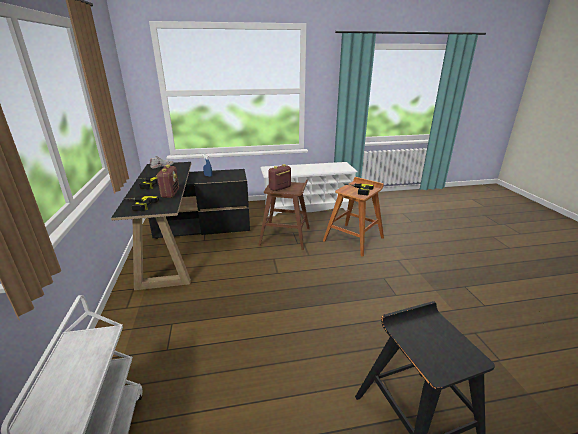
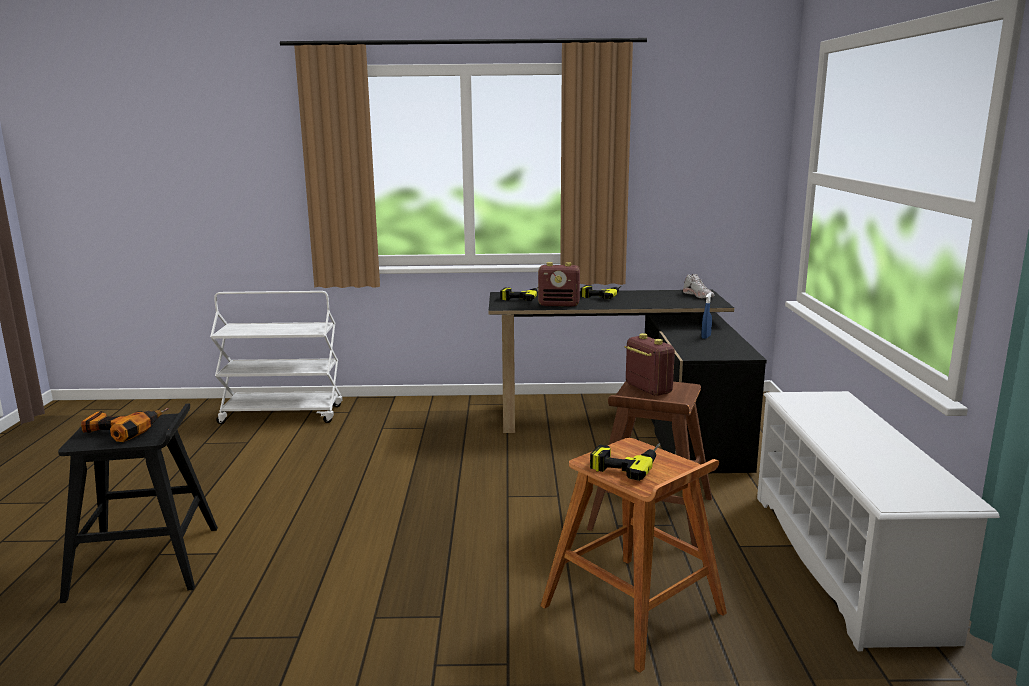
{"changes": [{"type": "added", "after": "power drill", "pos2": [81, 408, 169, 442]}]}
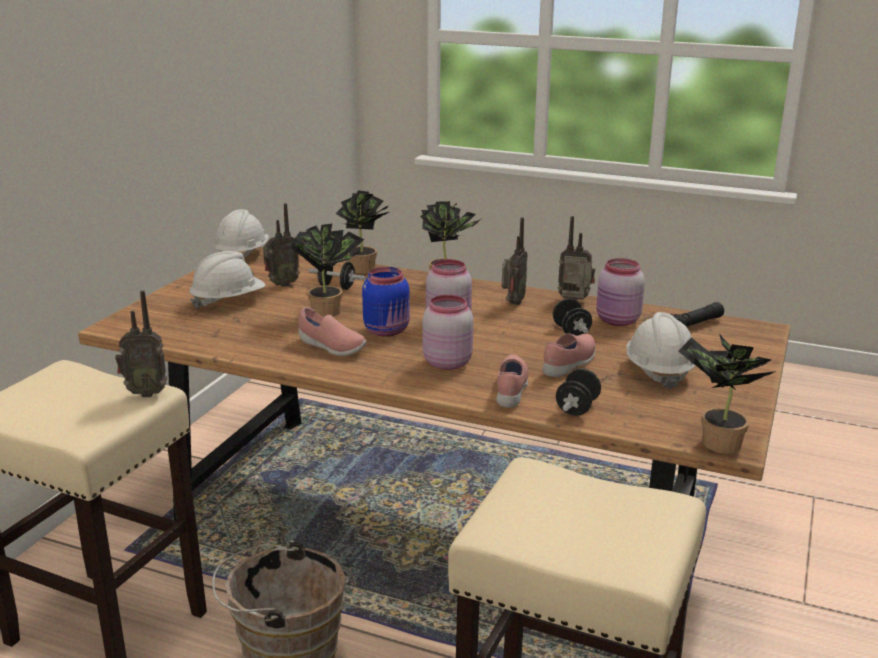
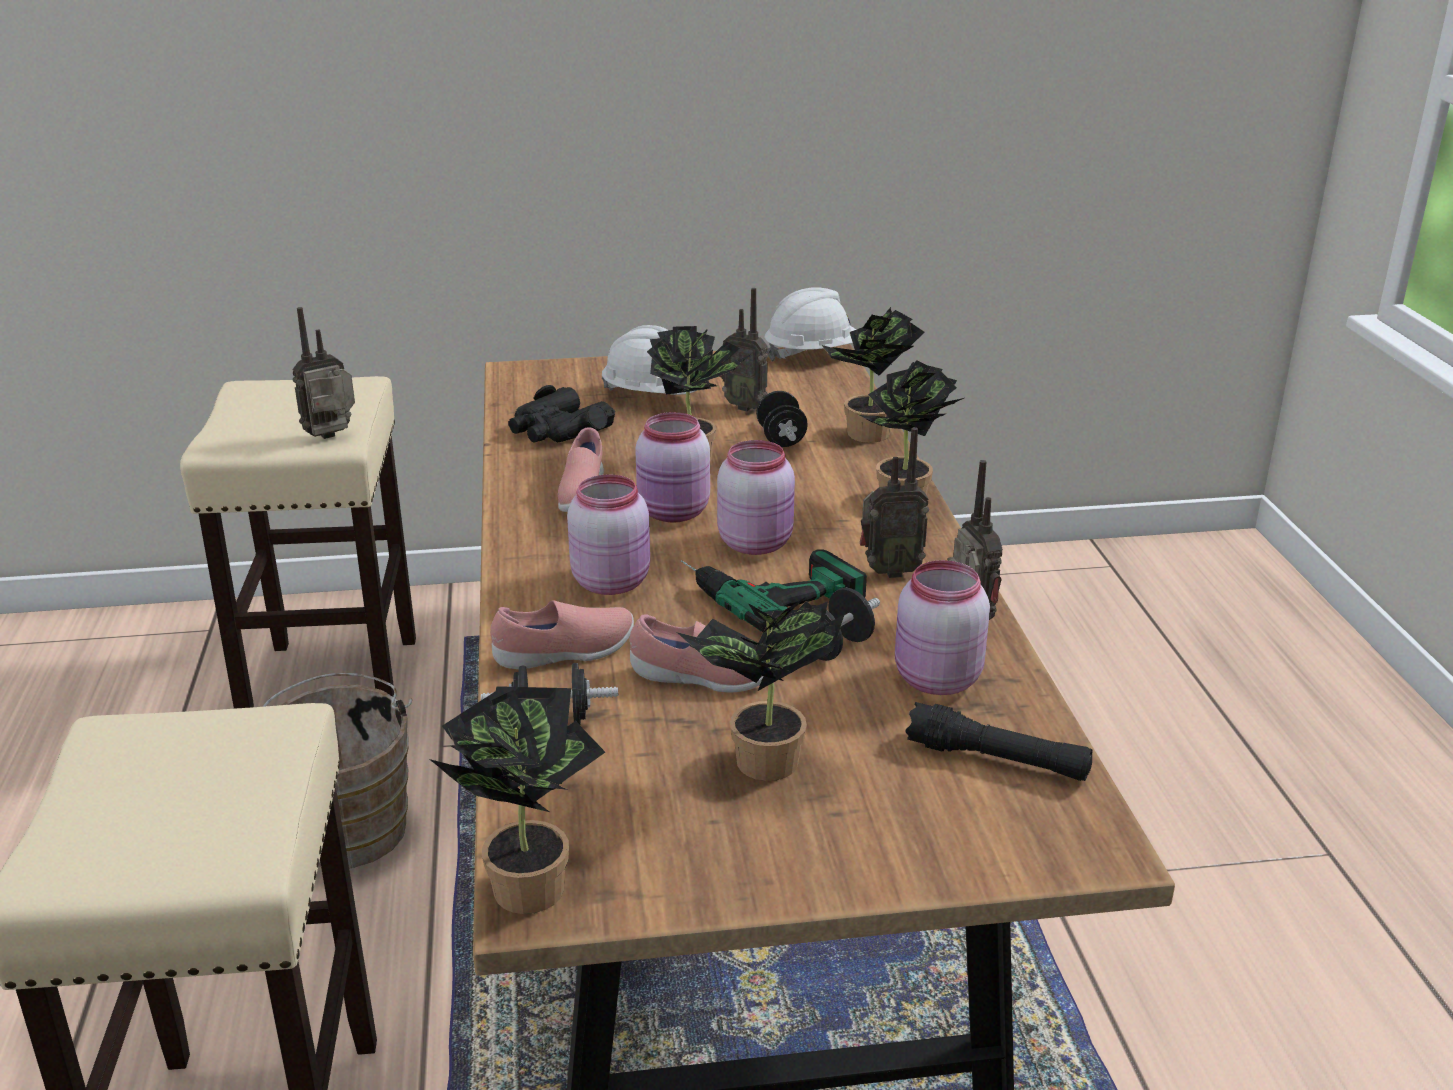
{"changes": [{"type": "turned", "before": "radio", "pos1": [115, 290, 167, 397], "pos2": [292, 307, 355, 439], "turn": 90}, {"type": "recoloured", "before": "blue jar", "after": "pink jar", "pos1": [362, 267, 410, 337], "pos2": [635, 412, 710, 523]}, {"type": "replaced", "before": "white hard hat", "after": "potted plant", "pos1": [626, 312, 695, 390], "pos2": [677, 598, 845, 781]}, {"type": "added", "after": "black binoculars", "pos2": [508, 385, 615, 443]}, {"type": "added", "after": "power drill", "pos2": [681, 549, 867, 632]}]}
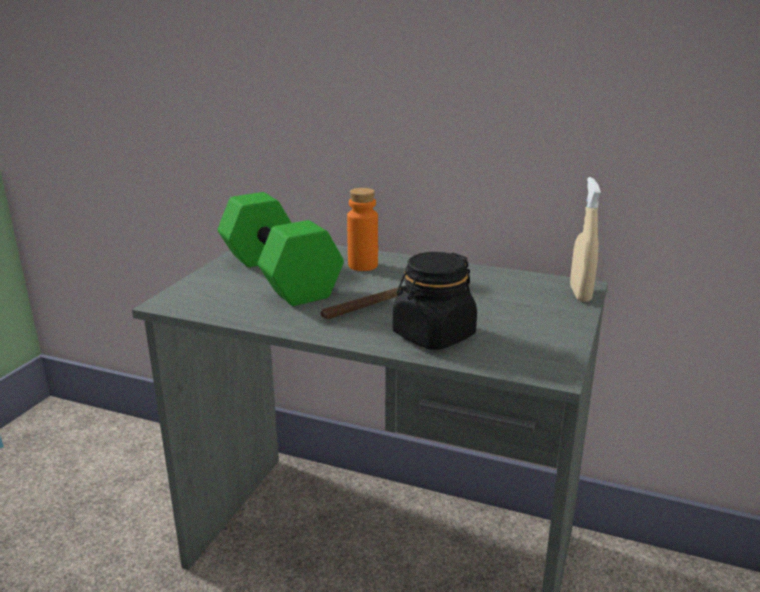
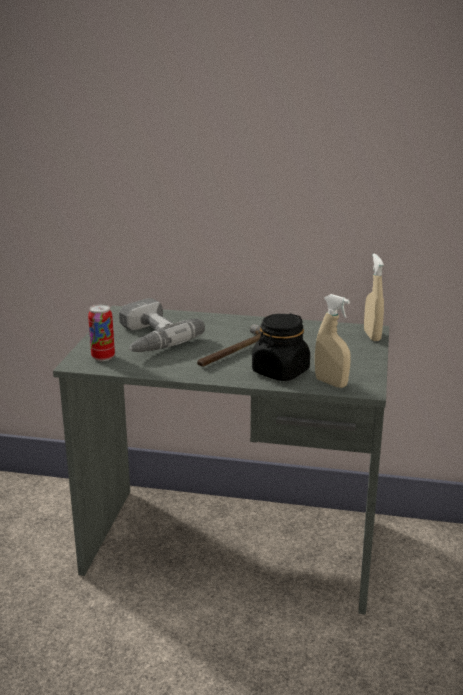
{"changes": [{"type": "replaced", "before": "green dumbbell", "after": "power drill", "pos1": [218, 192, 344, 306], "pos2": [119, 298, 205, 352]}, {"type": "removed", "before": "orange bottle", "pos1": [347, 188, 378, 271]}, {"type": "added", "after": "can", "pos2": [88, 304, 115, 361]}, {"type": "added", "after": "beige spray bottle", "pos2": [315, 294, 351, 388]}]}
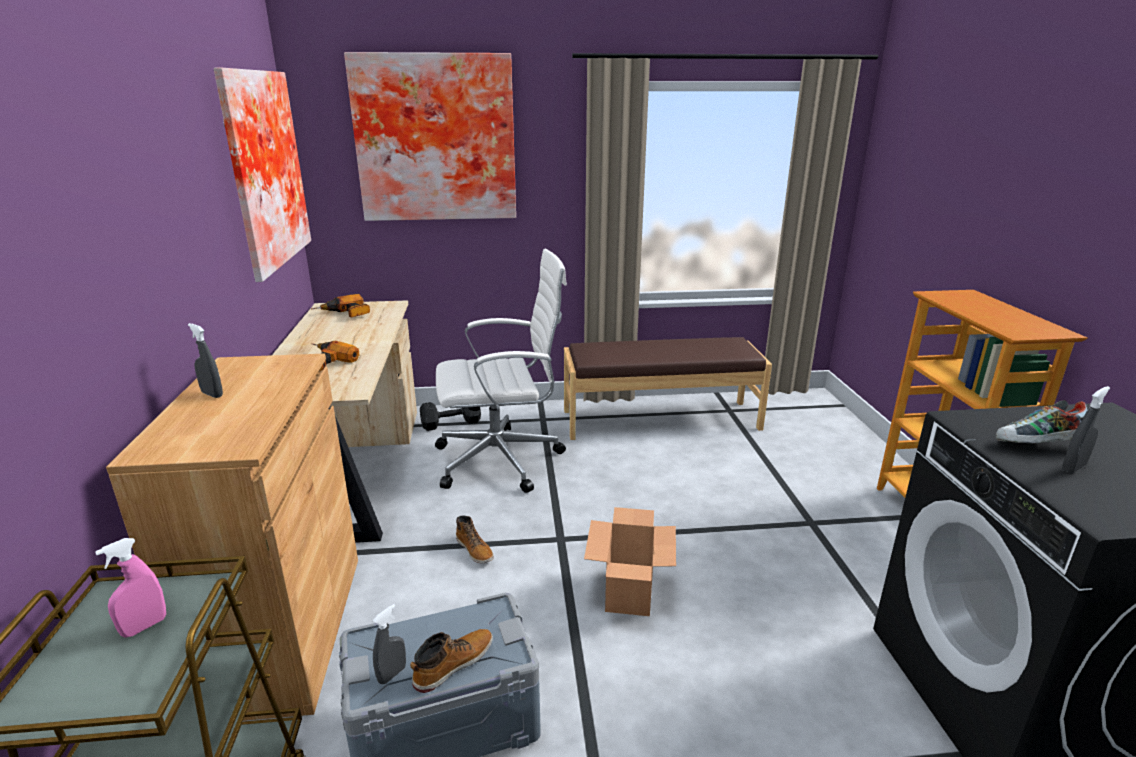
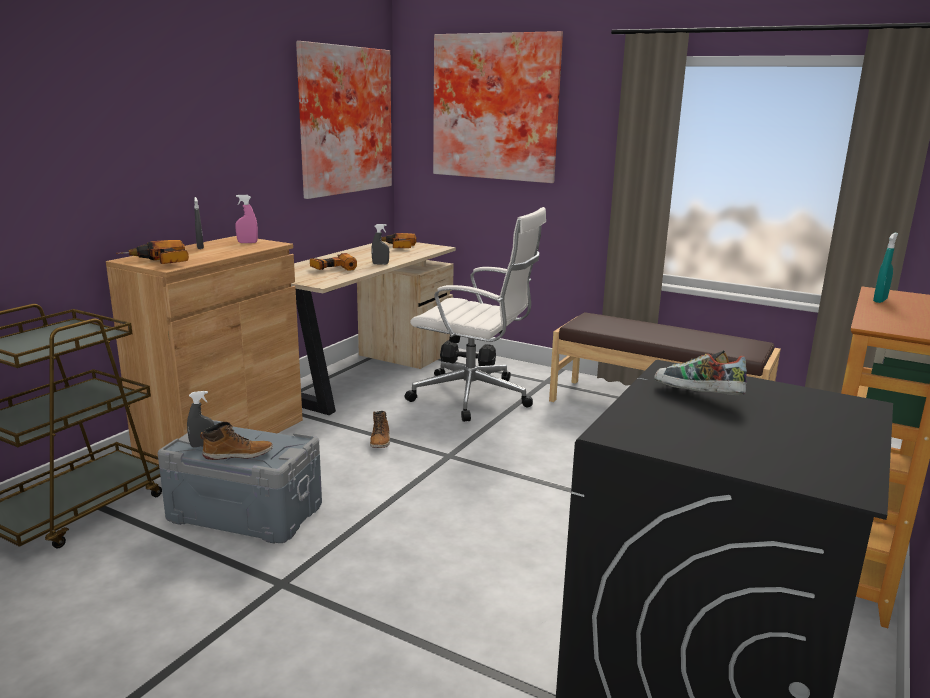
{"changes": [{"type": "moved", "before": "pink spray bottle", "pos1": [95, 538, 166, 638], "pos2": [235, 195, 258, 243]}, {"type": "removed", "before": "cardboard box", "pos1": [584, 507, 676, 616]}, {"type": "moved", "before": "grey spray bottle", "pos1": [1062, 386, 1110, 473], "pos2": [371, 224, 389, 265]}, {"type": "added", "after": "power drill", "pos2": [116, 240, 189, 264]}, {"type": "added", "after": "turquoise spray bottle", "pos2": [873, 233, 898, 303]}]}
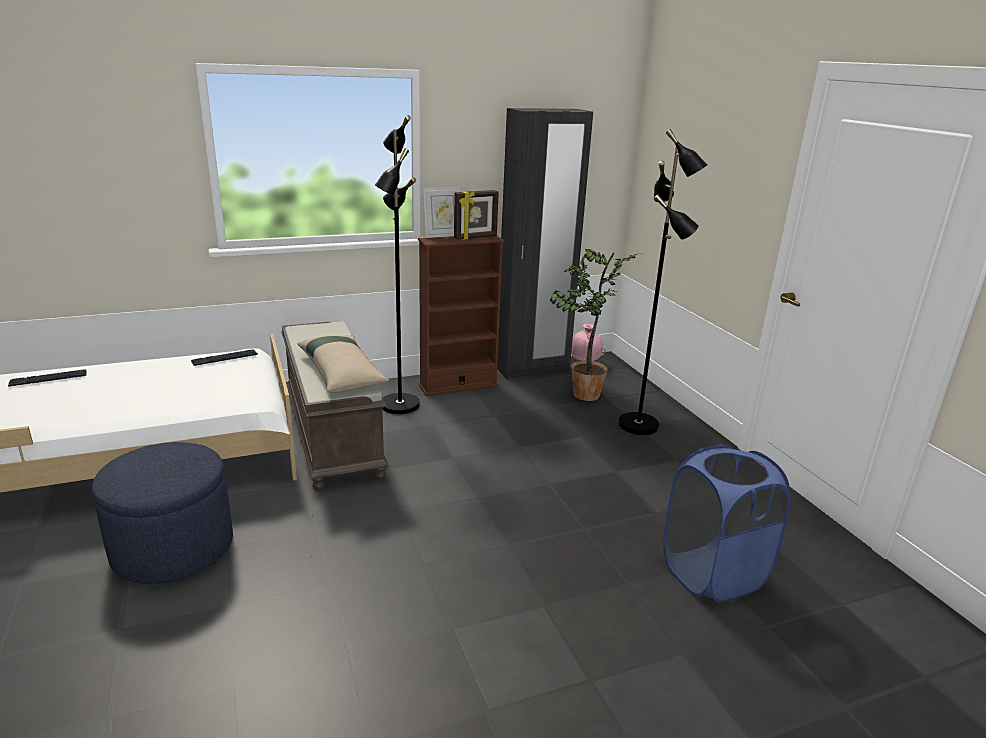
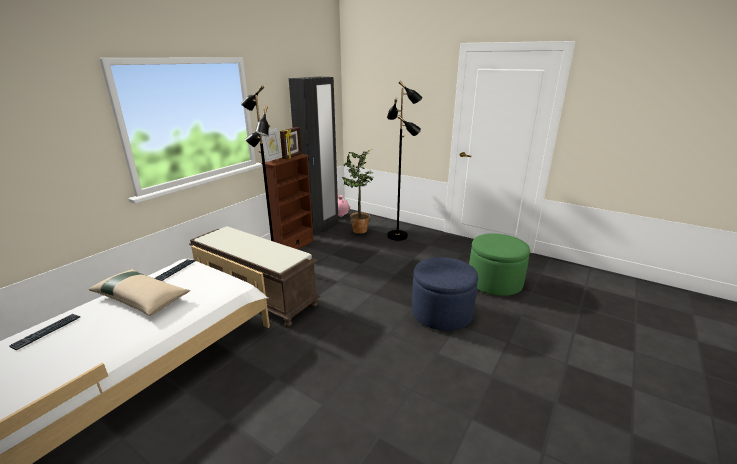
{"changes": [{"type": "moved", "before": "blue ottoman", "pos1": [92, 442, 233, 584], "pos2": [412, 257, 478, 331]}, {"type": "moved", "before": "beige pillow", "pos1": [298, 335, 389, 393], "pos2": [89, 269, 190, 316]}, {"type": "replaced", "before": "blue laundry basket", "after": "green ottoman", "pos1": [663, 444, 791, 602], "pos2": [469, 233, 530, 296]}]}
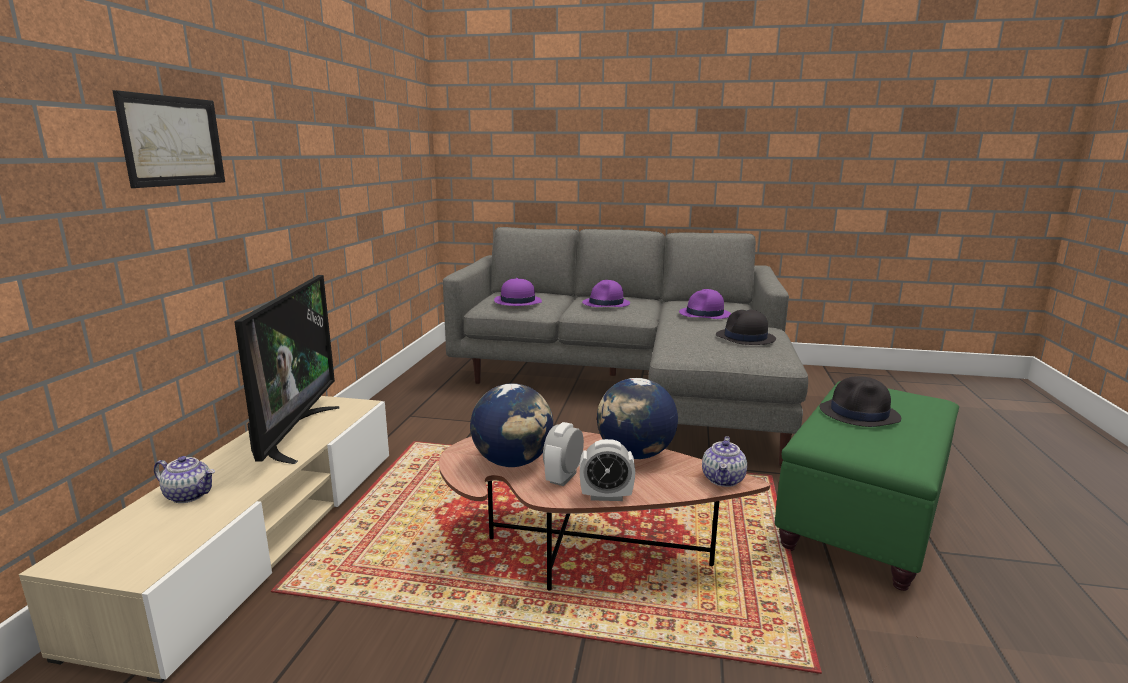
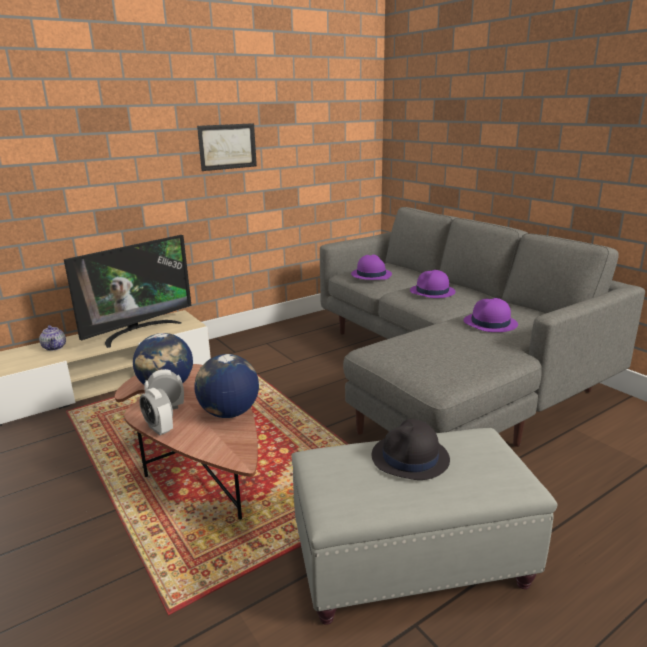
{"changes": [{"type": "moved", "before": "picture", "pos1": [112, 90, 225, 188], "pos2": [197, 123, 257, 171]}, {"type": "removed", "before": "teapot", "pos1": [702, 436, 747, 487]}, {"type": "removed", "before": "black hat", "pos1": [716, 309, 776, 345]}, {"type": "recoloured", "before": "green ottoman", "after": "grey ottoman", "pos1": [775, 381, 959, 591], "pos2": [292, 428, 558, 625]}]}
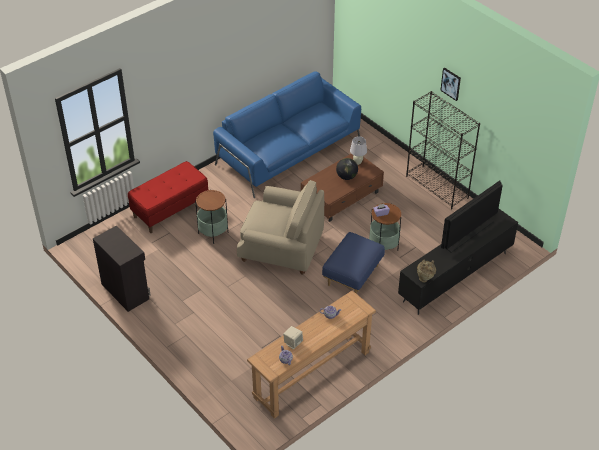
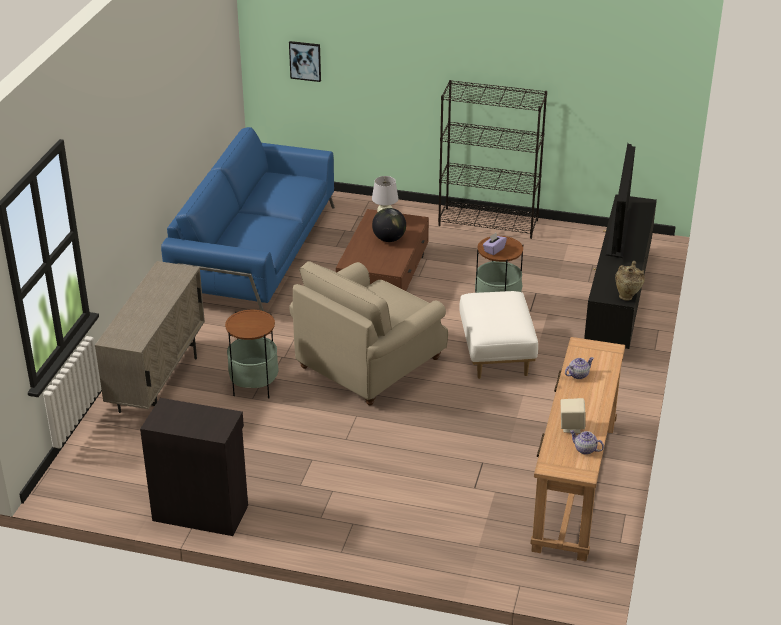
{"changes": [{"type": "replaced", "before": "red bench", "after": "beige cabinet", "pos1": [128, 161, 208, 233], "pos2": [95, 261, 205, 413]}, {"type": "turned", "before": "beige armchair", "pos1": [237, 180, 325, 275], "pos2": [289, 261, 448, 405], "turn": 150}, {"type": "recoloured", "before": "blue ottoman", "after": "white ottoman", "pos1": [322, 232, 385, 294], "pos2": [459, 291, 538, 379]}, {"type": "moved", "before": "picture", "pos1": [440, 68, 461, 101], "pos2": [289, 41, 321, 82]}]}
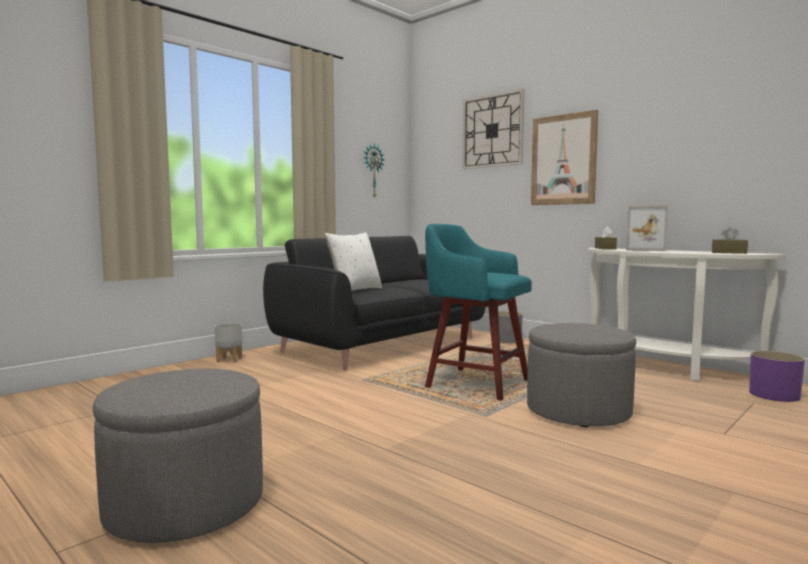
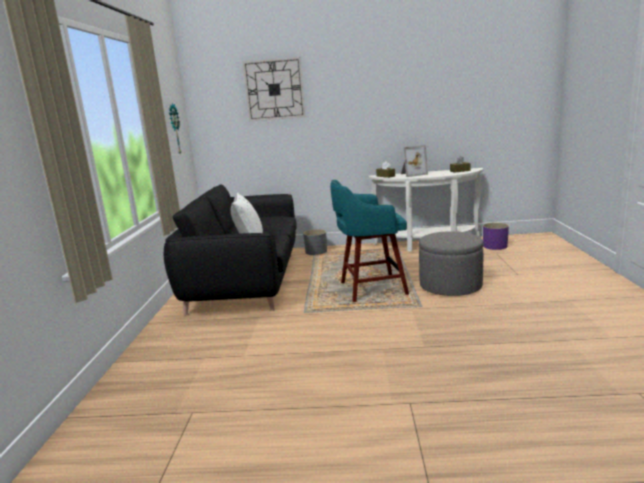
{"changes": [{"type": "removed", "before": "grey ottoman", "pos1": [93, 369, 263, 543]}, {"type": "removed", "before": "grey planter", "pos1": [215, 323, 242, 363]}, {"type": "removed", "before": "picture", "pos1": [531, 110, 598, 205]}]}
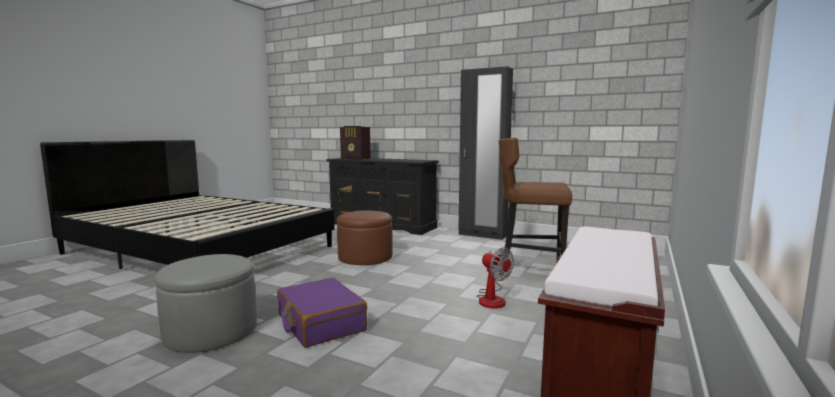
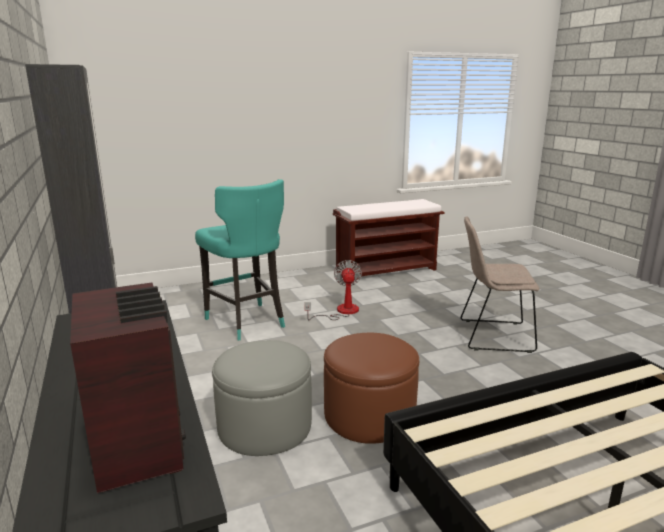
{"changes": [{"type": "moved", "before": "grey ottoman", "pos1": [155, 254, 257, 353], "pos2": [212, 340, 312, 456]}, {"type": "replaced", "before": "purple suitcase", "after": "beige chair", "pos1": [277, 277, 367, 348], "pos2": [461, 216, 539, 353]}, {"type": "recoloured", "before": "brown stool", "after": "turquoise stool", "pos1": [499, 138, 572, 275], "pos2": [195, 179, 285, 340]}]}
